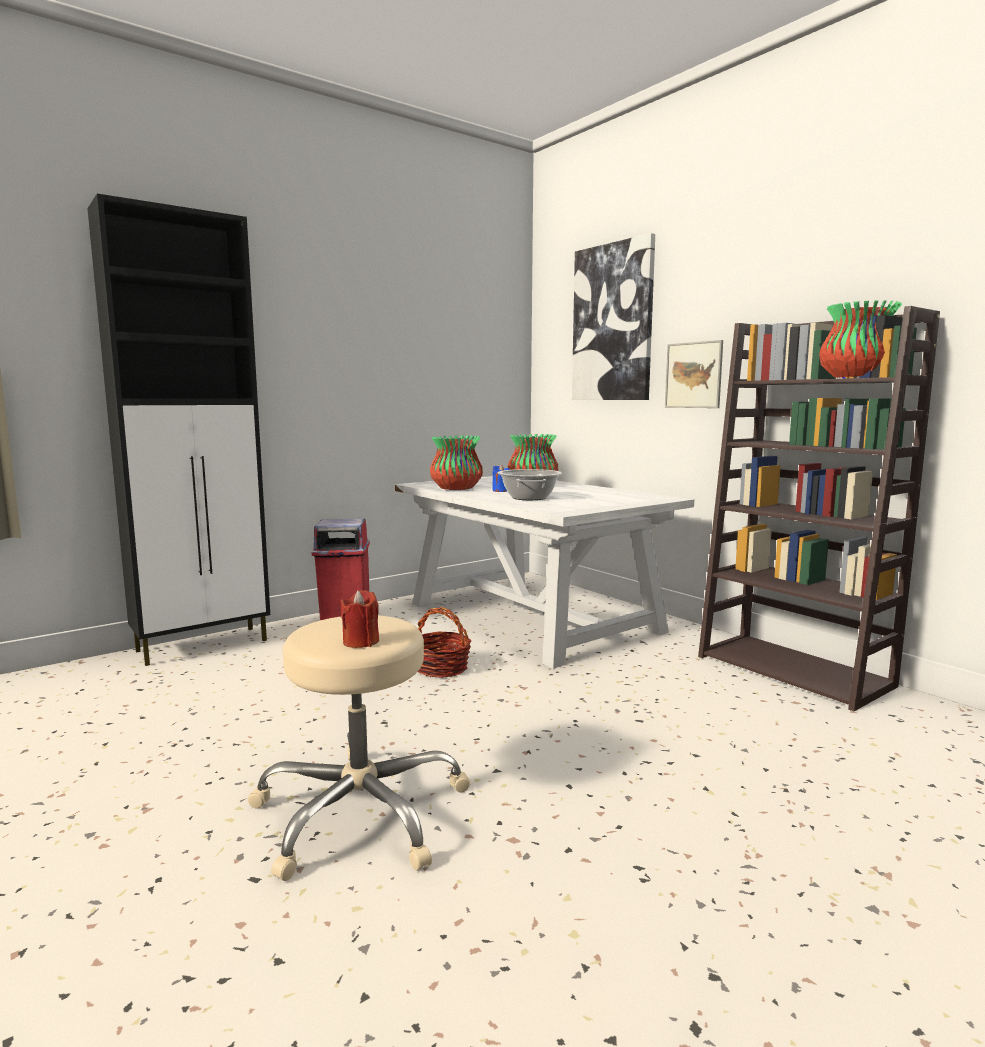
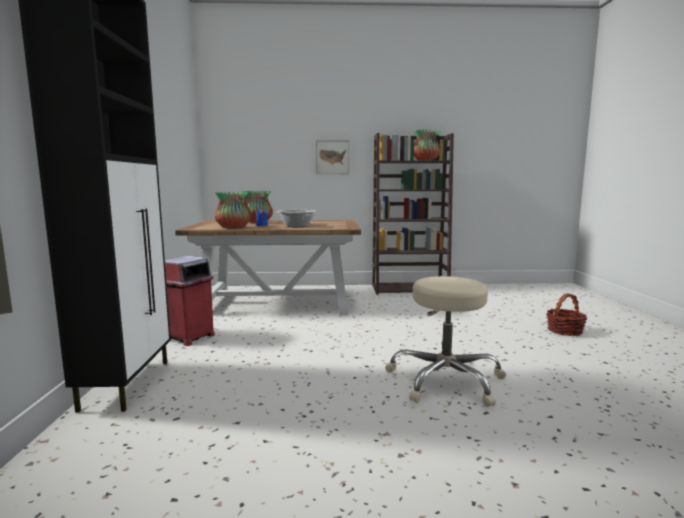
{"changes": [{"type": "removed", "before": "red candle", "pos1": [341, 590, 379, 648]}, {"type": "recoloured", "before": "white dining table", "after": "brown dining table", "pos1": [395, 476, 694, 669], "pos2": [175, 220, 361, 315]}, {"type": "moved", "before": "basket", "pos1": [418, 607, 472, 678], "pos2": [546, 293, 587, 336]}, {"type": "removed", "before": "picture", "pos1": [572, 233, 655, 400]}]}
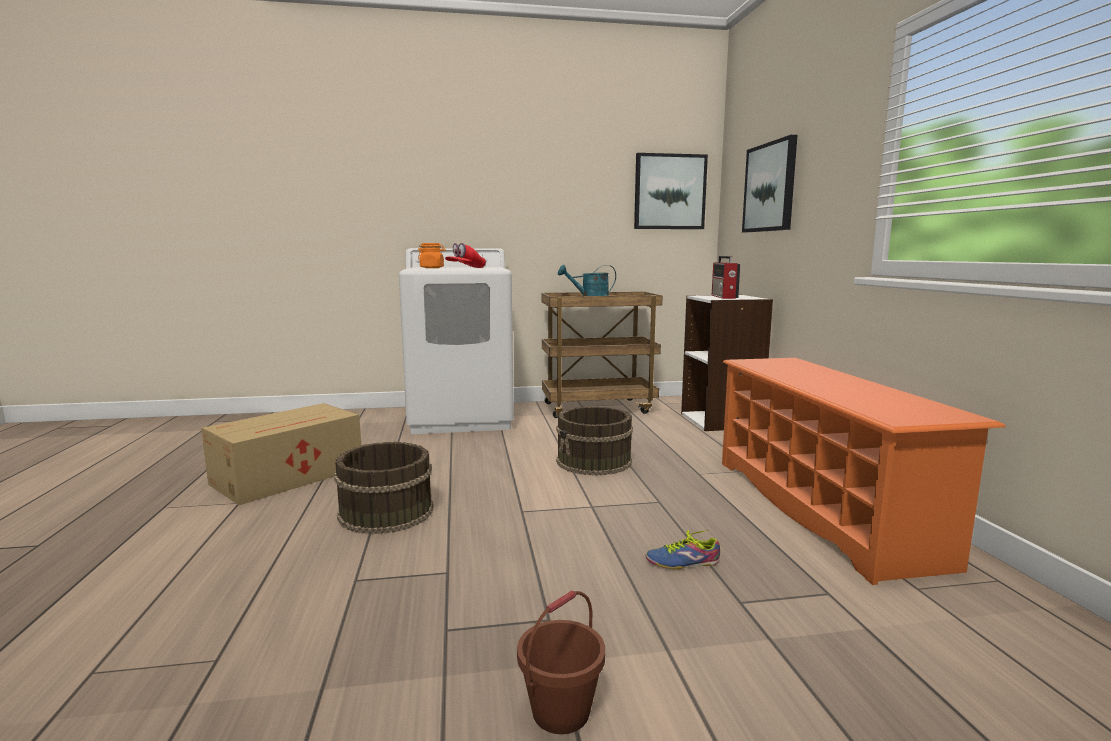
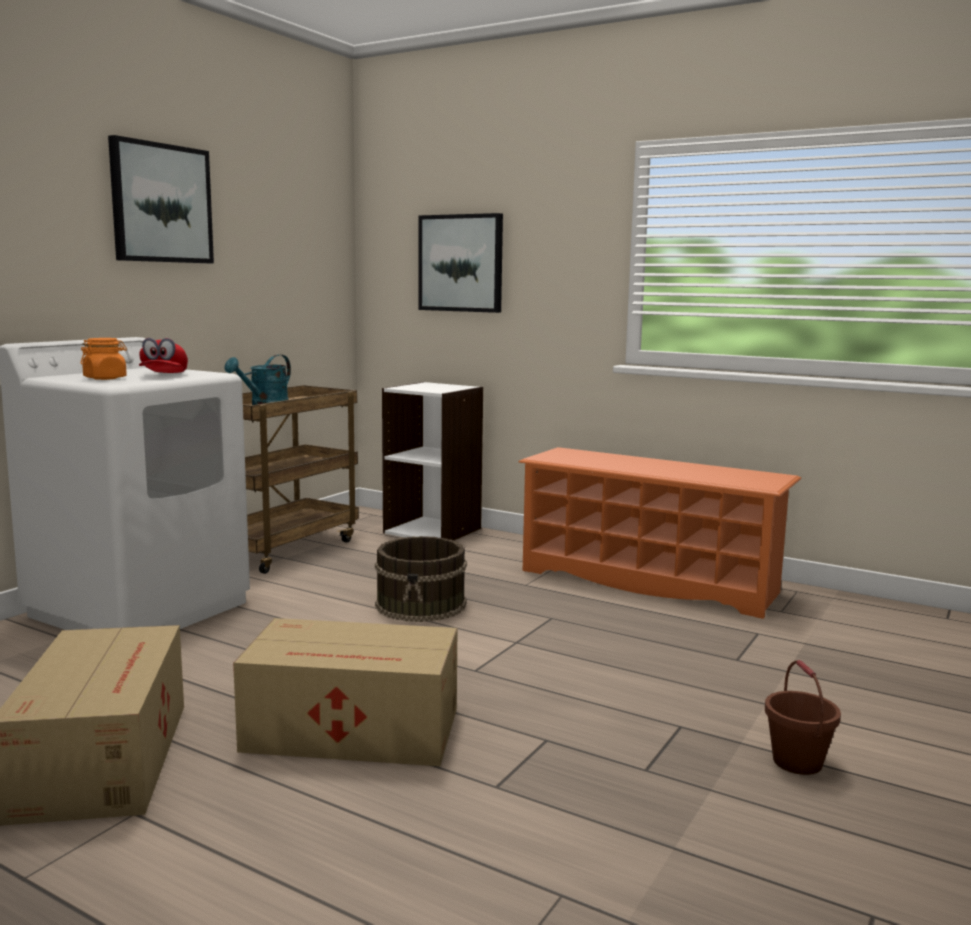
{"changes": [{"type": "replaced", "before": "brown bucket", "after": "cardboard box", "pos1": [334, 442, 434, 534], "pos2": [233, 618, 458, 766]}, {"type": "moved", "before": "picture", "pos1": [634, 153, 708, 229], "pos2": [108, 135, 214, 263]}, {"type": "removed", "before": "shoe", "pos1": [646, 530, 720, 569]}, {"type": "removed", "before": "radio", "pos1": [712, 256, 740, 299]}]}
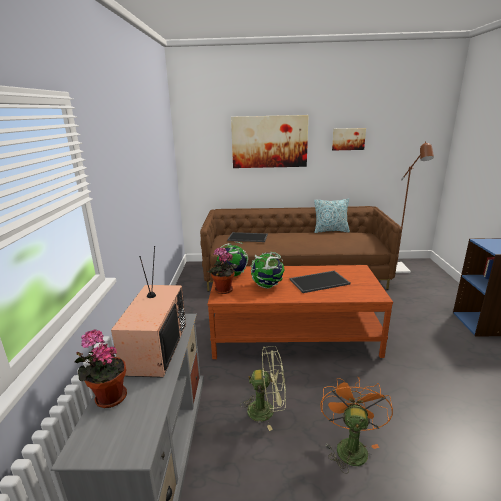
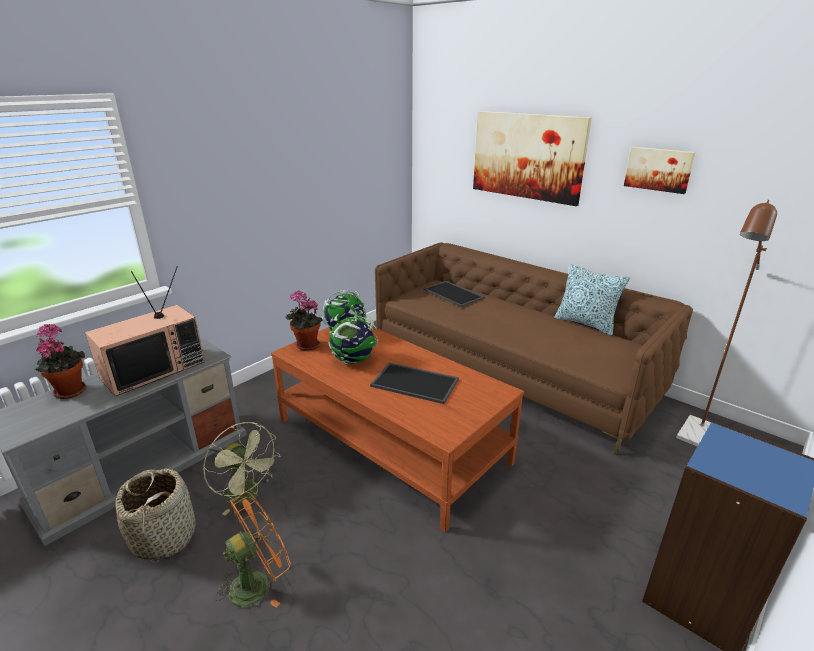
{"changes": [{"type": "added", "after": "basket", "pos2": [116, 468, 196, 563]}]}
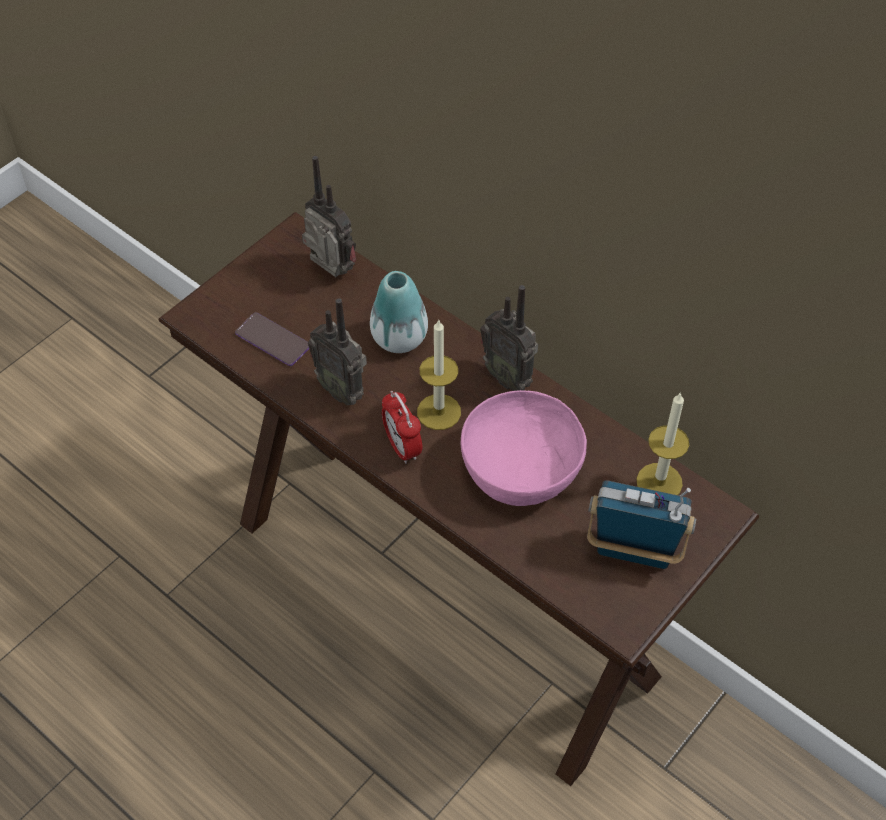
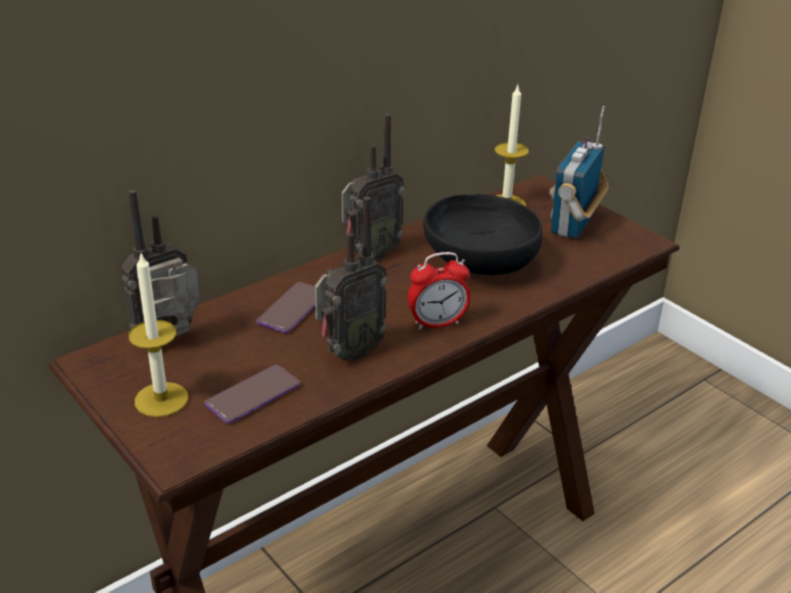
{"changes": [{"type": "replaced", "before": "vase", "after": "phone", "pos1": [370, 271, 428, 353], "pos2": [256, 282, 315, 333]}, {"type": "moved", "before": "candle", "pos1": [417, 319, 461, 430], "pos2": [128, 254, 188, 417]}, {"type": "recoloured", "before": "pink bowl", "after": "black bowl", "pos1": [461, 390, 587, 506], "pos2": [423, 194, 543, 275]}]}
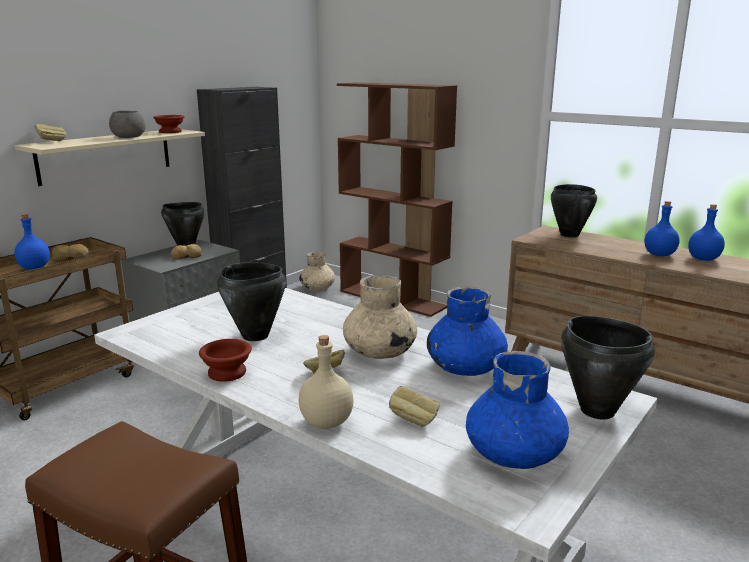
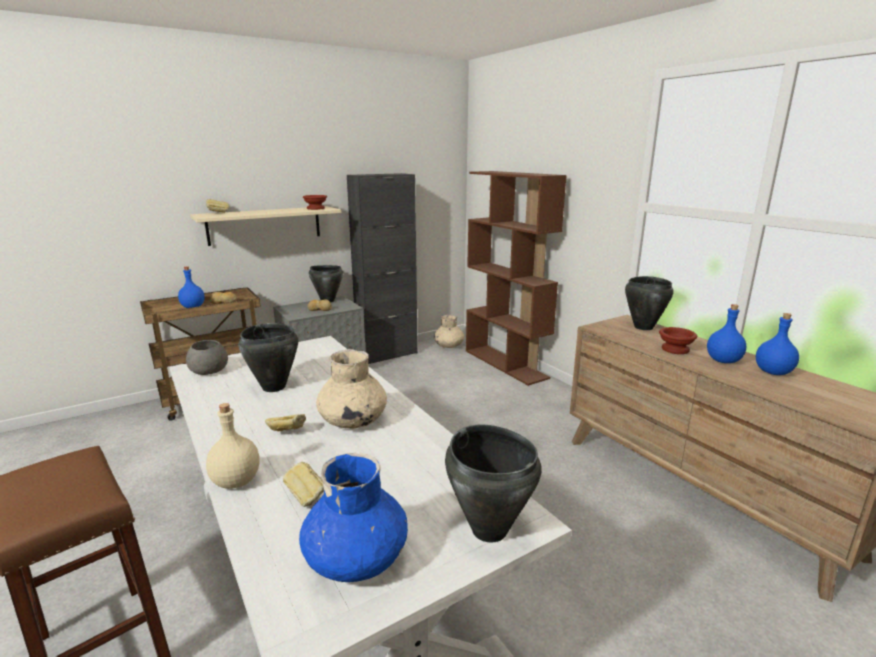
{"changes": [{"type": "moved", "before": "grey bowl", "pos1": [109, 111, 146, 138], "pos2": [186, 340, 228, 375]}, {"type": "moved", "before": "brown bowl", "pos1": [199, 339, 252, 382], "pos2": [659, 327, 697, 354]}, {"type": "removed", "before": "blue vase", "pos1": [427, 286, 508, 376]}]}
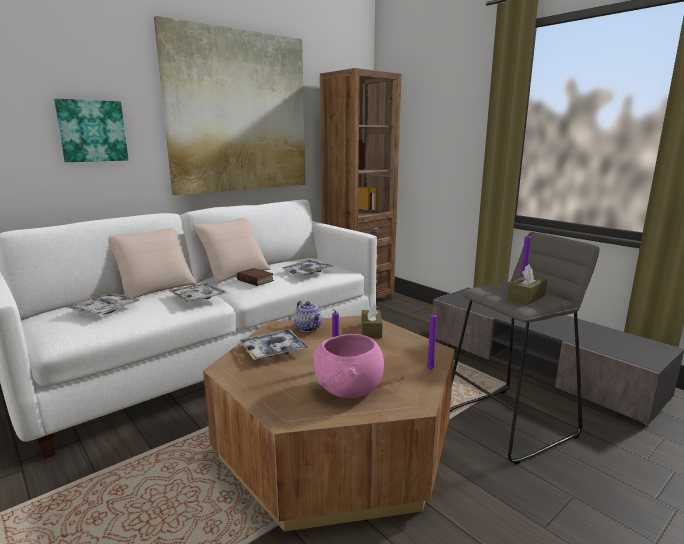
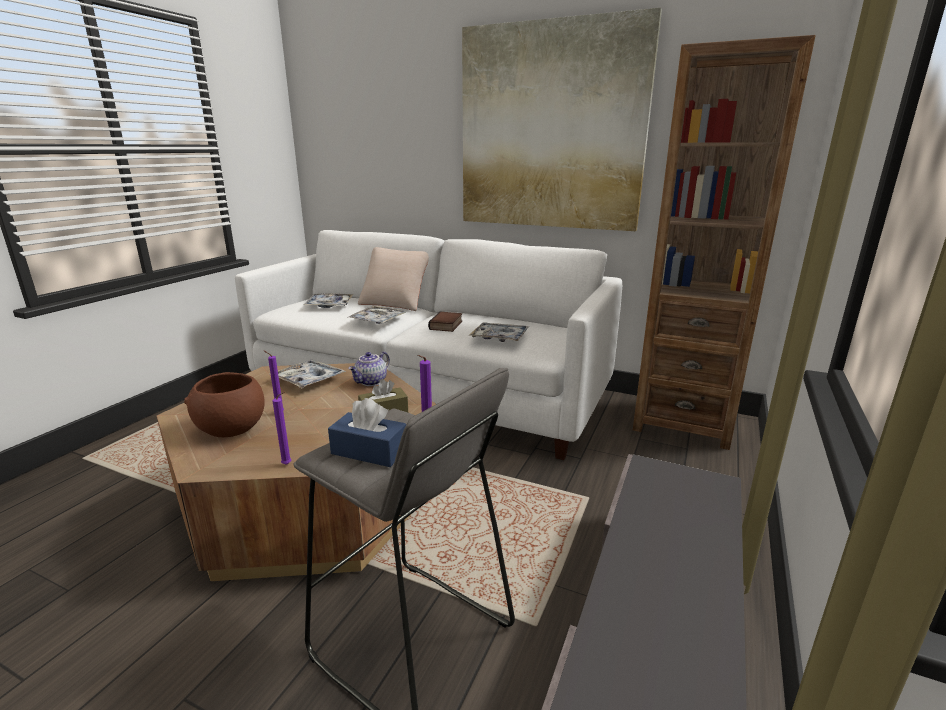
{"changes": [{"type": "removed", "before": "picture", "pos1": [54, 99, 128, 162]}, {"type": "removed", "before": "beige pillow", "pos1": [193, 218, 271, 283]}, {"type": "recoloured", "before": "pink bowl", "after": "brown bowl", "pos1": [312, 334, 384, 398], "pos2": [184, 372, 265, 437]}, {"type": "recoloured", "before": "brown tissue box", "after": "blue tissue box", "pos1": [507, 264, 547, 305], "pos2": [328, 398, 406, 467]}]}
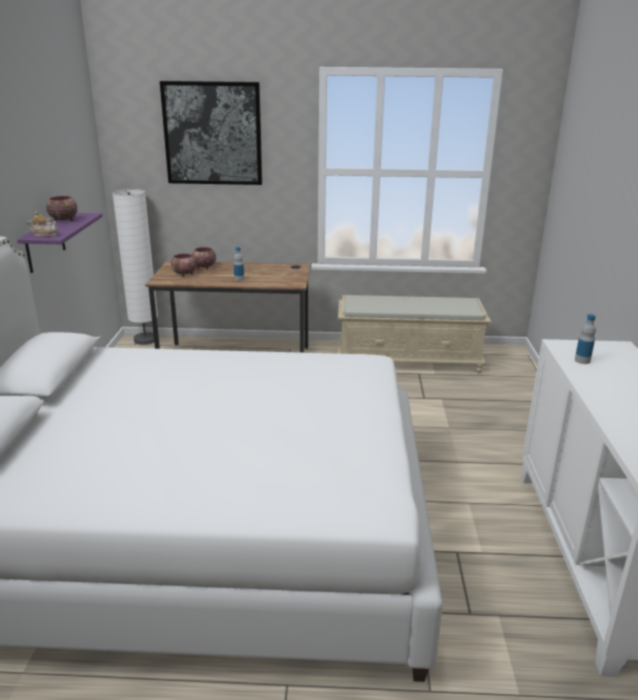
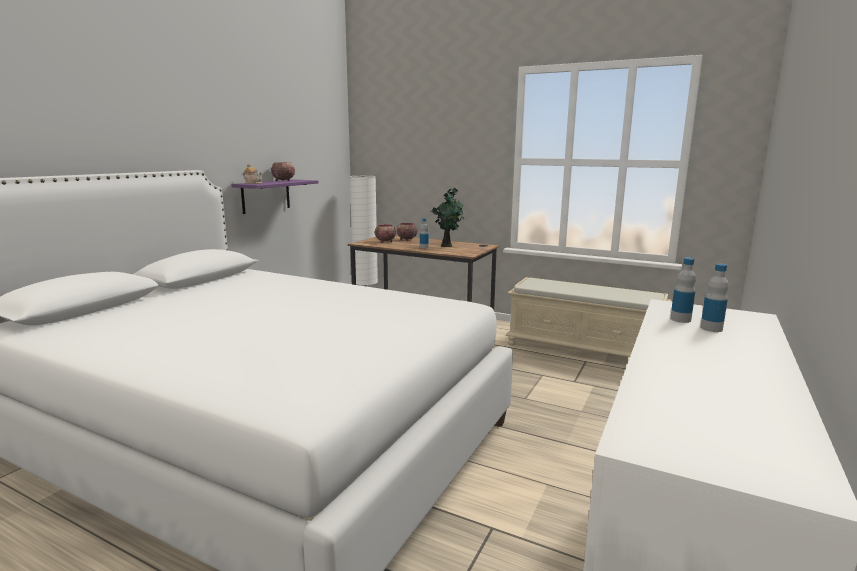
{"changes": [{"type": "removed", "before": "picture", "pos1": [160, 81, 262, 185]}, {"type": "added", "after": "potted plant", "pos2": [432, 188, 465, 247]}, {"type": "added", "after": "bottle", "pos2": [700, 263, 729, 332]}]}
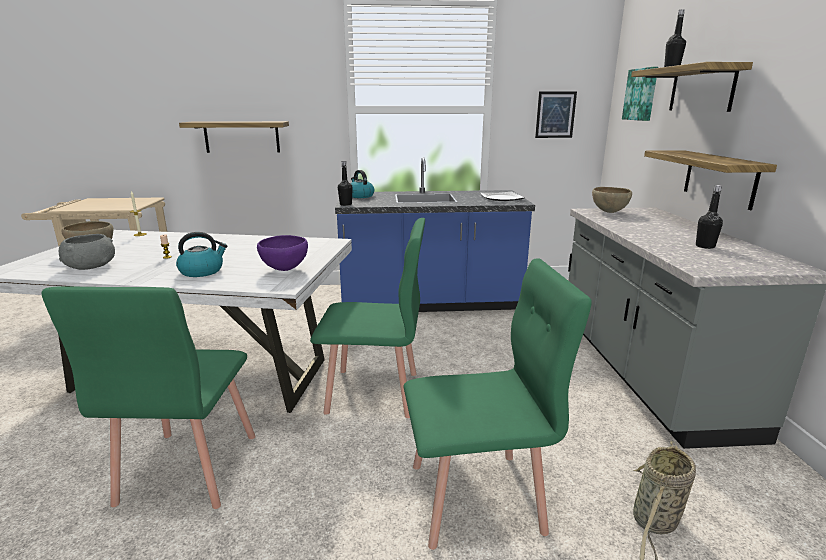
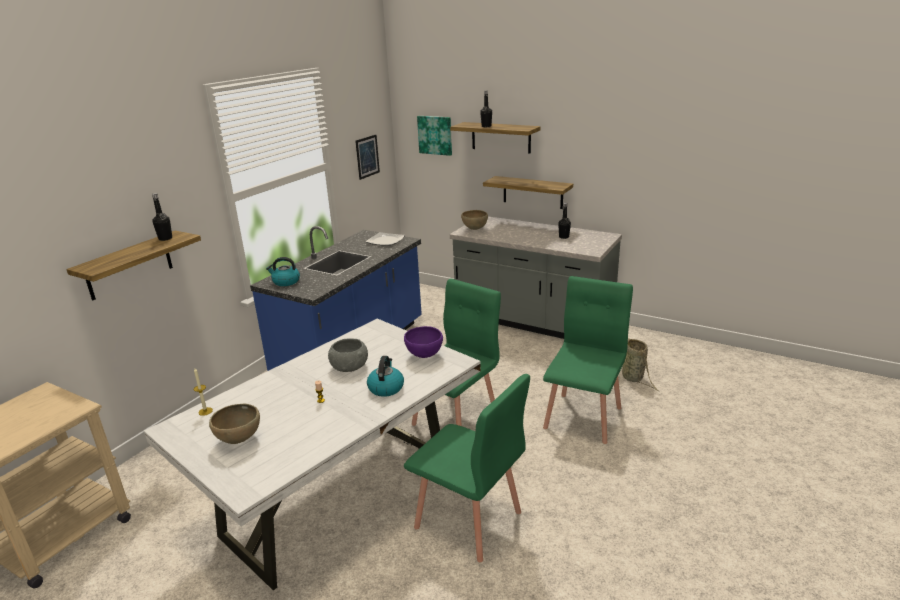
{"changes": [{"type": "moved", "before": "grey bowl", "pos1": [59, 234, 115, 270], "pos2": [328, 339, 368, 372]}, {"type": "moved", "before": "black bottle", "pos1": [338, 161, 353, 206], "pos2": [152, 193, 172, 241]}]}
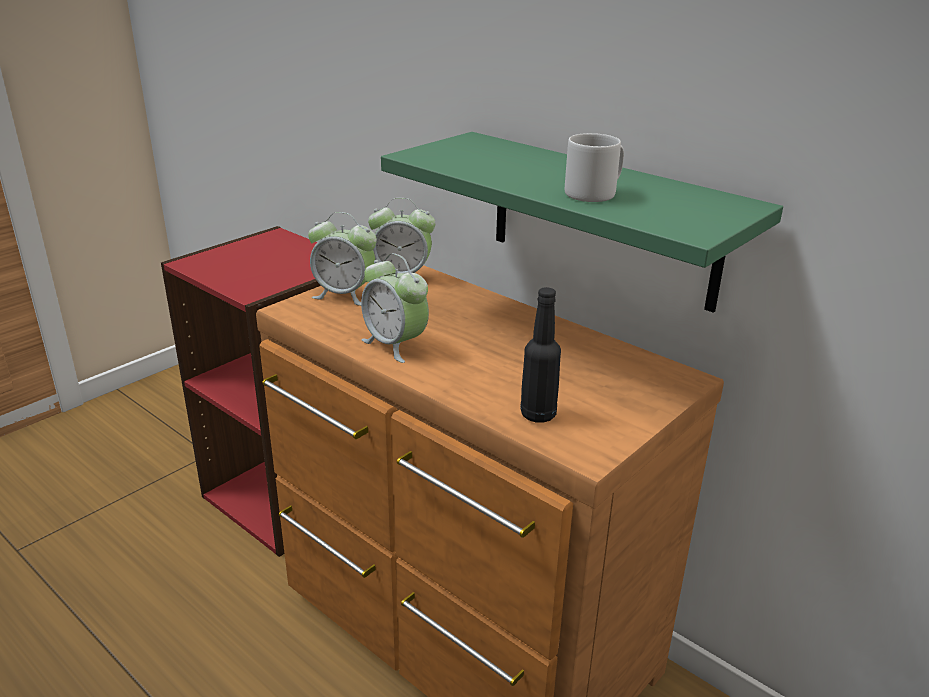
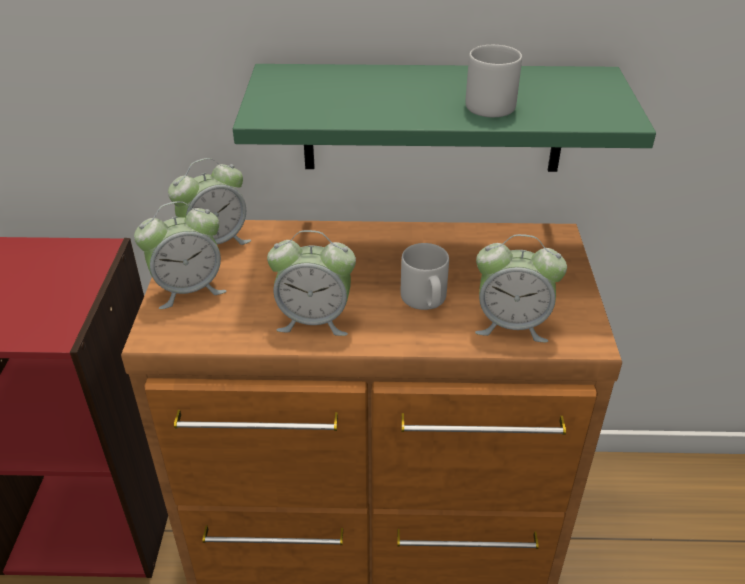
{"changes": [{"type": "replaced", "before": "black bottle", "after": "alarm clock", "pos1": [520, 287, 561, 423], "pos2": [475, 234, 567, 342]}, {"type": "added", "after": "grey mug", "pos2": [401, 243, 449, 310]}]}
